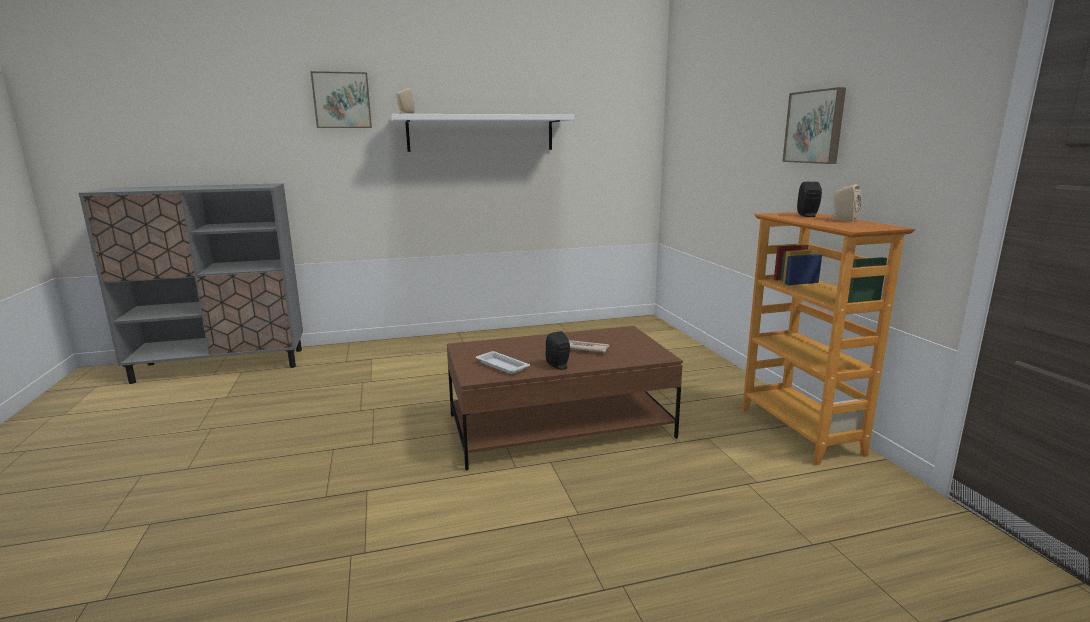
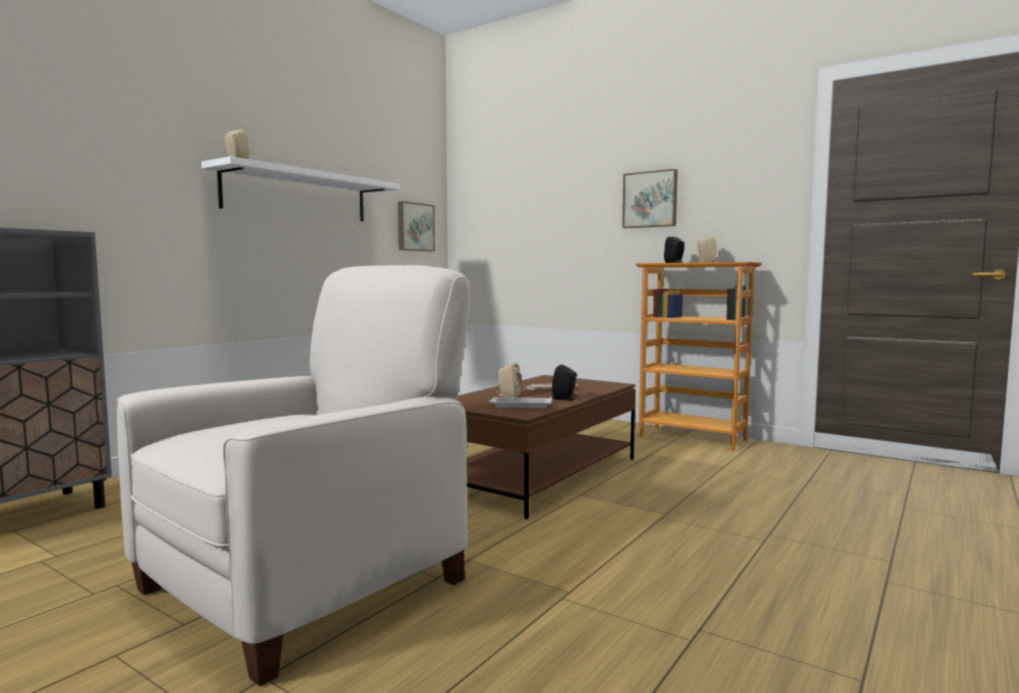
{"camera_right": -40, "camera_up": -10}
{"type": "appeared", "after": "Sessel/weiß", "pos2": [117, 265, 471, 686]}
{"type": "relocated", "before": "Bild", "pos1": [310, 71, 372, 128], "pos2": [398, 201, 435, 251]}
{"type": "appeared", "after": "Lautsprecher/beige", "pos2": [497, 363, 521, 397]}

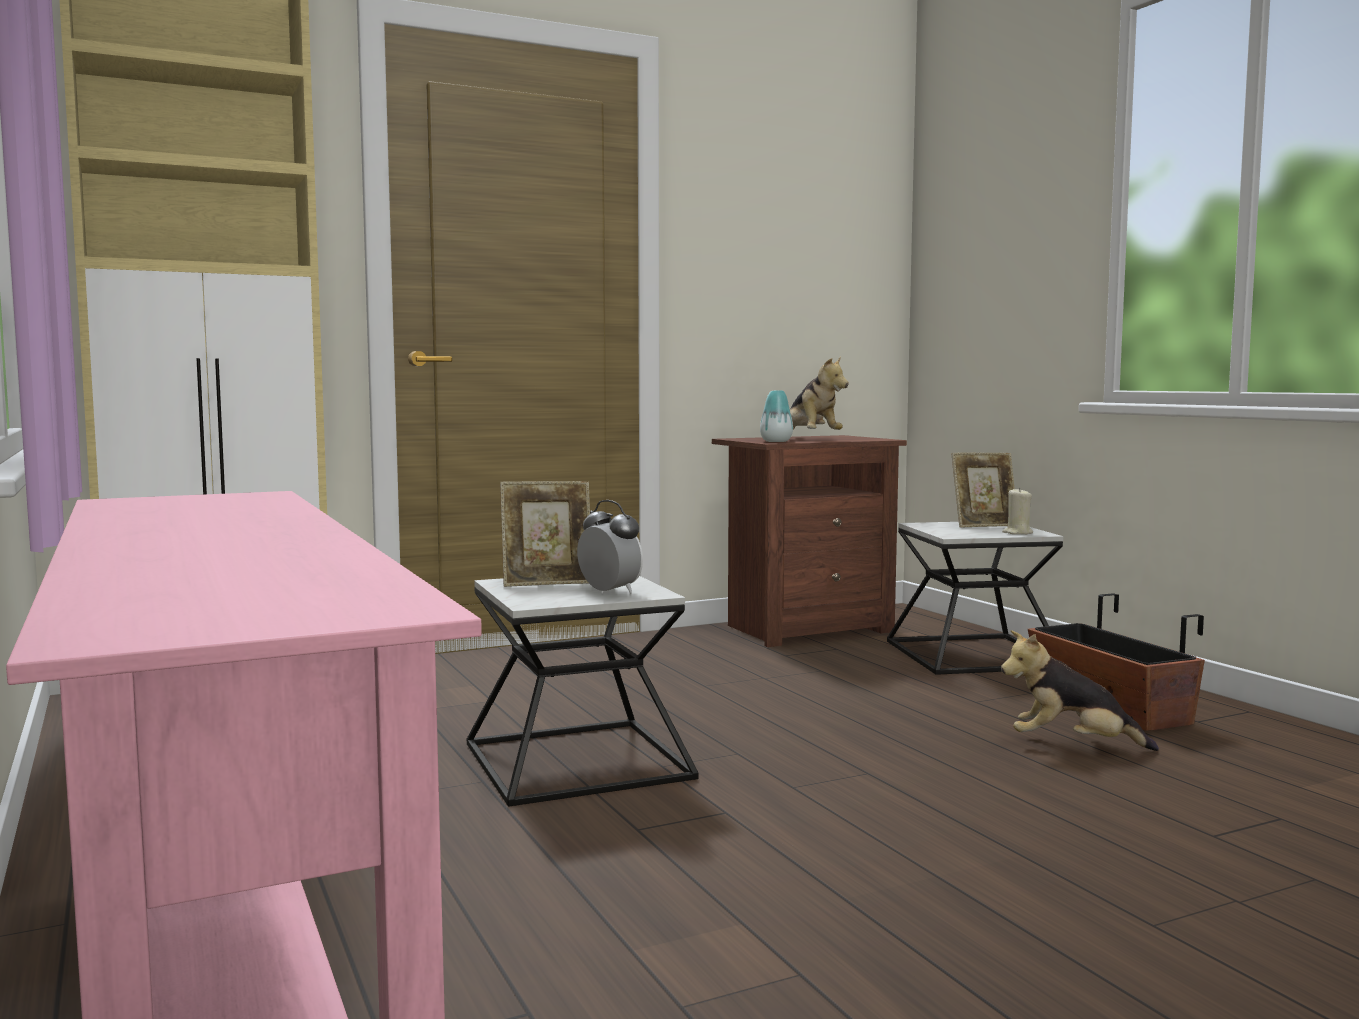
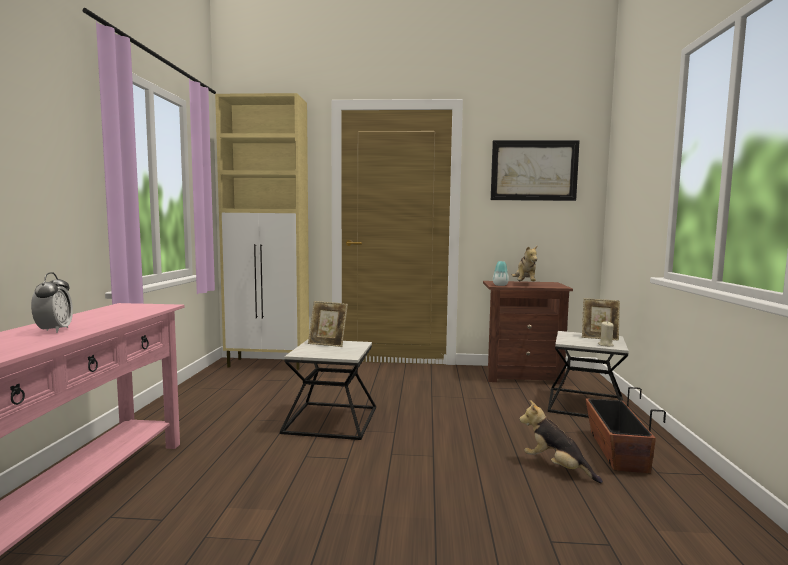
{"camera_right": 30, "camera_up": 0}
{"type": "relocated", "before": "Wecker", "pos1": [577, 500, 643, 593], "pos2": [31, 272, 73, 333]}
{"type": "appeared", "after": "Bild", "pos2": [491, 140, 580, 201]}

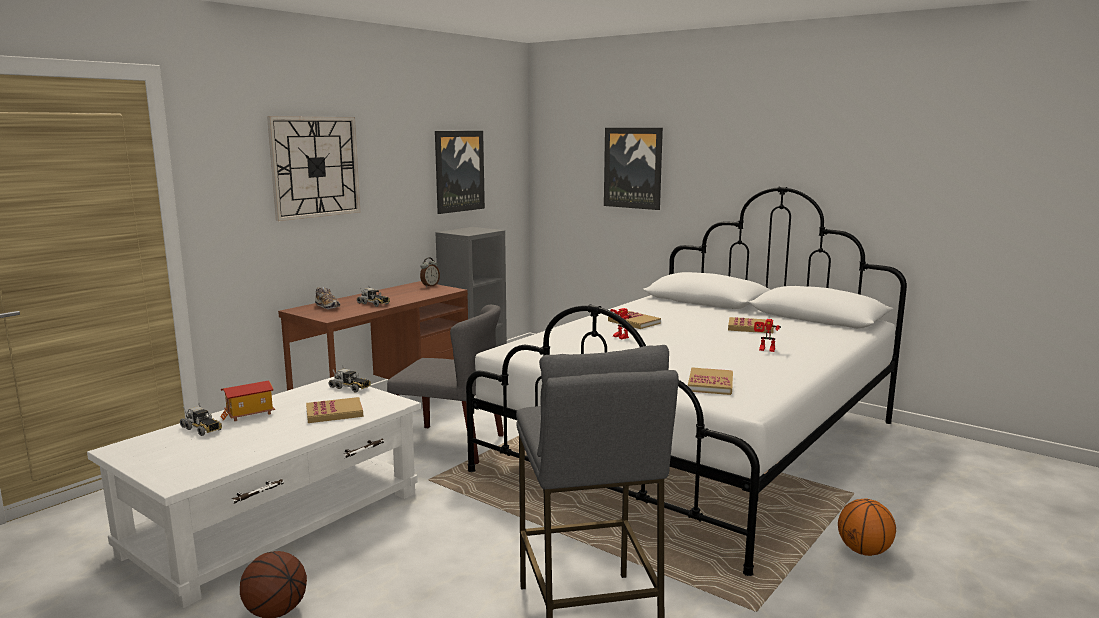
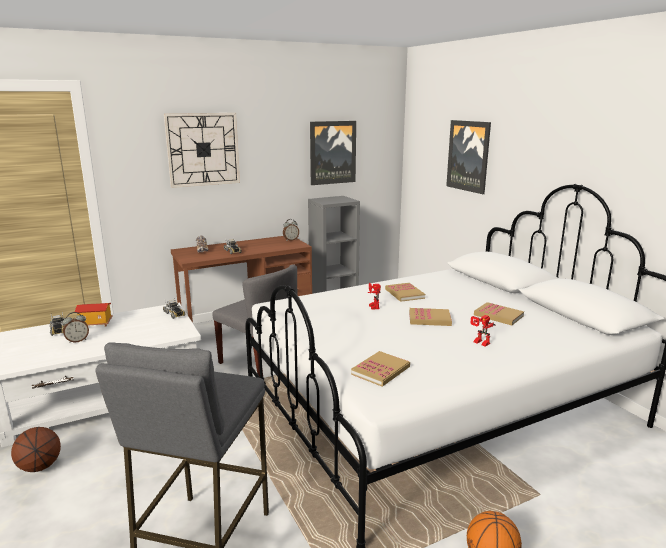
{"camera_right": 25, "camera_up": 5}
{"type": "appeared", "after": "Wecker", "pos2": [63, 312, 89, 343]}
{"type": "relocated", "before": "Buch", "pos1": [306, 397, 363, 423], "pos2": [409, 308, 452, 326]}

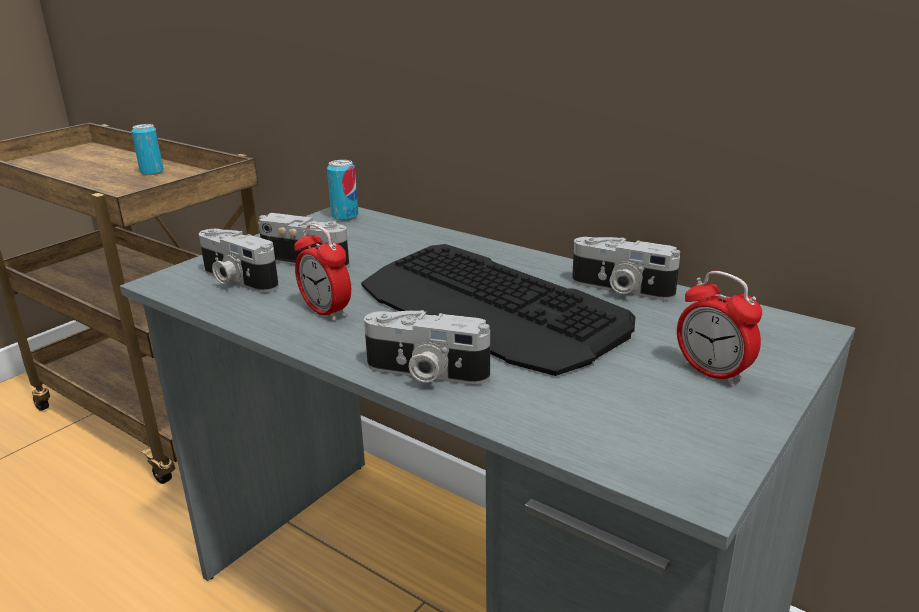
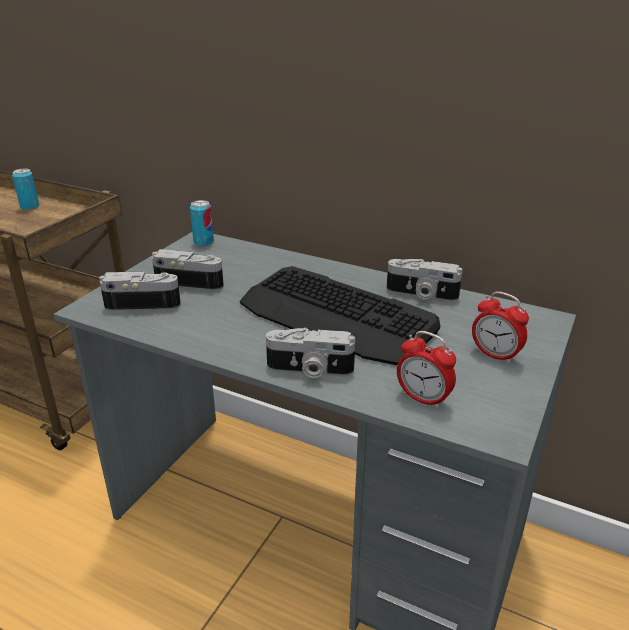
{"camera_right": -10, "camera_up": 5}
{"type": "spun", "before": "Kamera", "pos1": [199, 229, 279, 293], "pos2": [99, 272, 181, 311], "turn": 150}
{"type": "relocated", "before": "Wecker", "pos1": [294, 224, 351, 321], "pos2": [397, 331, 456, 409]}

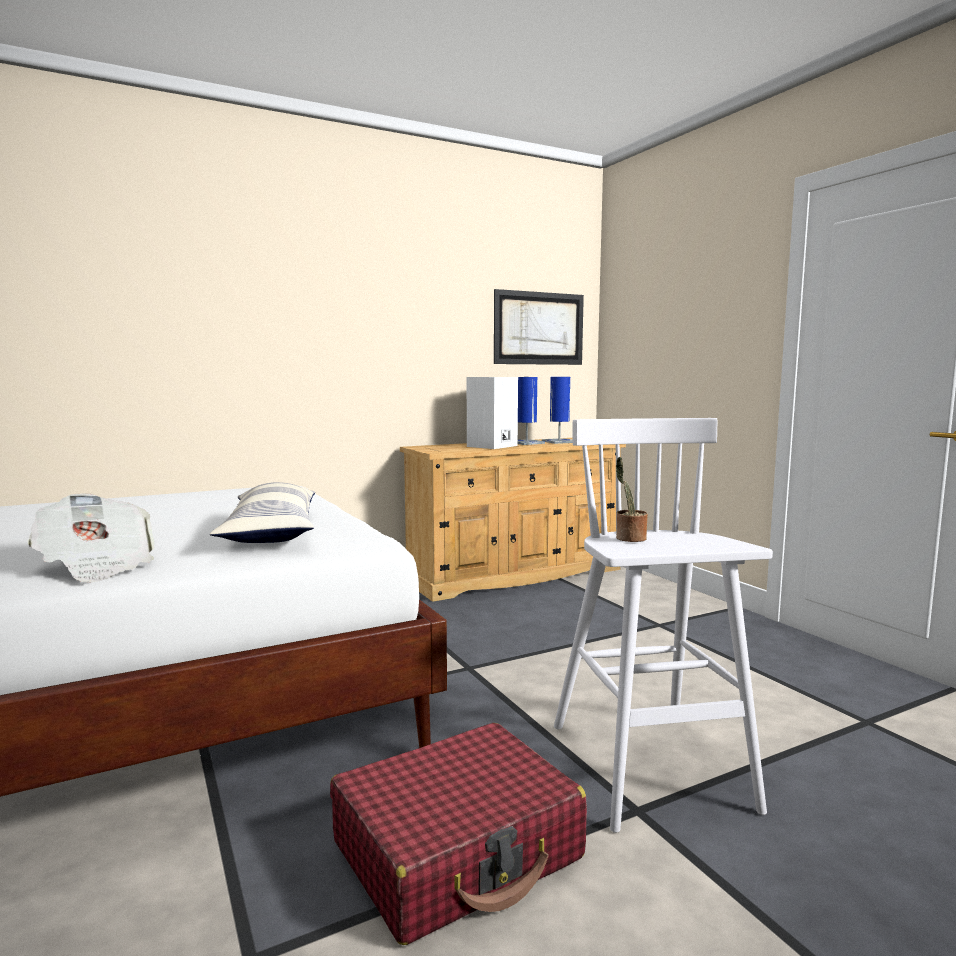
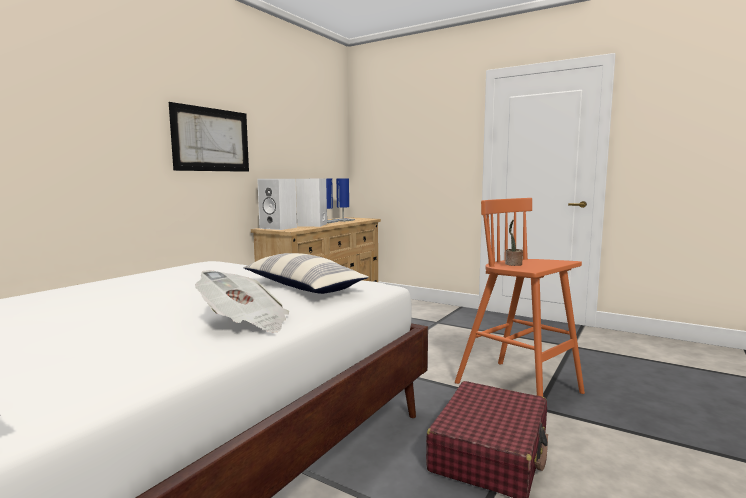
{"camera_right": -30, "camera_up": 0}
{"type": "relocated", "before": "Bild", "pos1": [494, 289, 584, 365], "pos2": [169, 102, 249, 172]}
{"type": "appeared", "after": "Lautsprecher/weiß", "pos2": [257, 179, 297, 230]}
{"type": "colour", "before": "Hocker/weiß", "after": "Hocker/orange", "pos1": [554, 418, 773, 833], "pos2": [455, 198, 585, 397]}

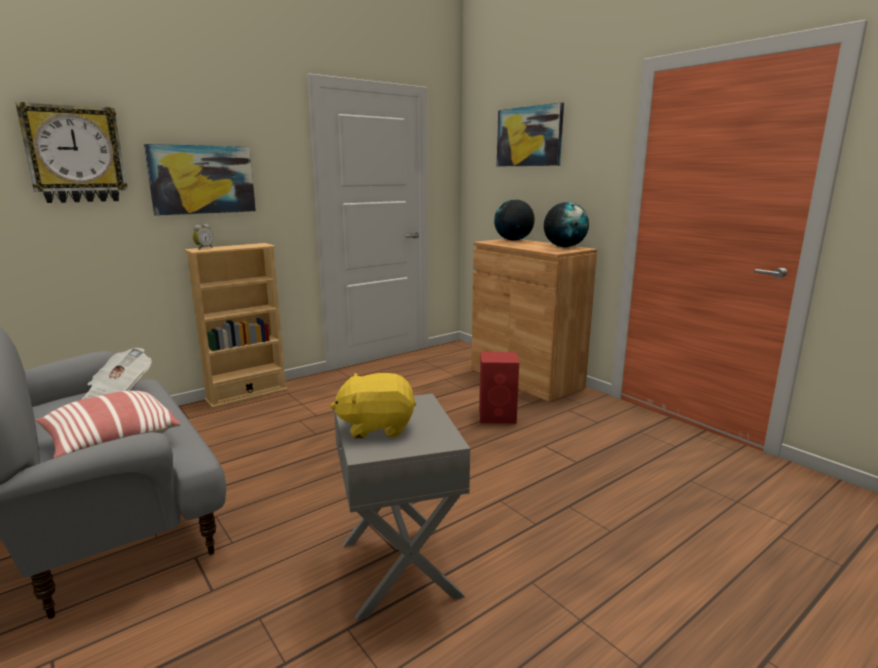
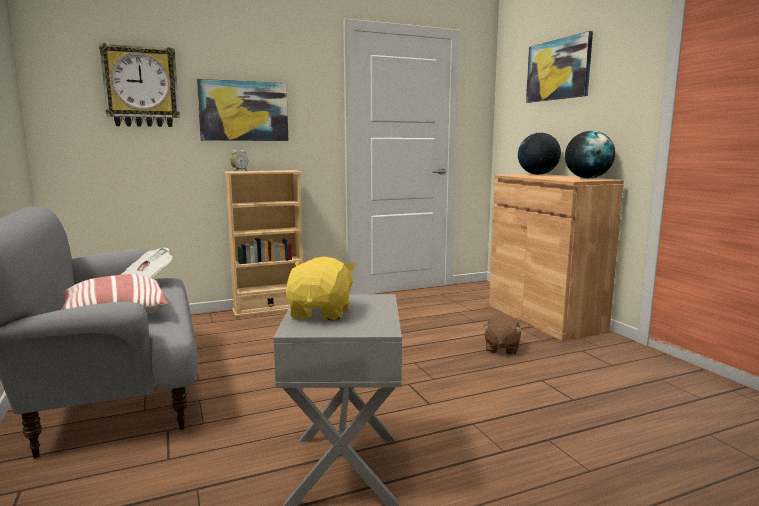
{"camera_right": 15, "camera_up": -5}
{"type": "spun", "before": "Plüschtier/gelb", "pos1": [330, 373, 416, 439], "pos2": [286, 256, 356, 320], "turn": 90}
{"type": "exchanged", "before": "Lautsprecher/rot", "after": "Plüschtier/braun", "pos1": [479, 352, 519, 424], "pos2": [483, 315, 522, 355]}

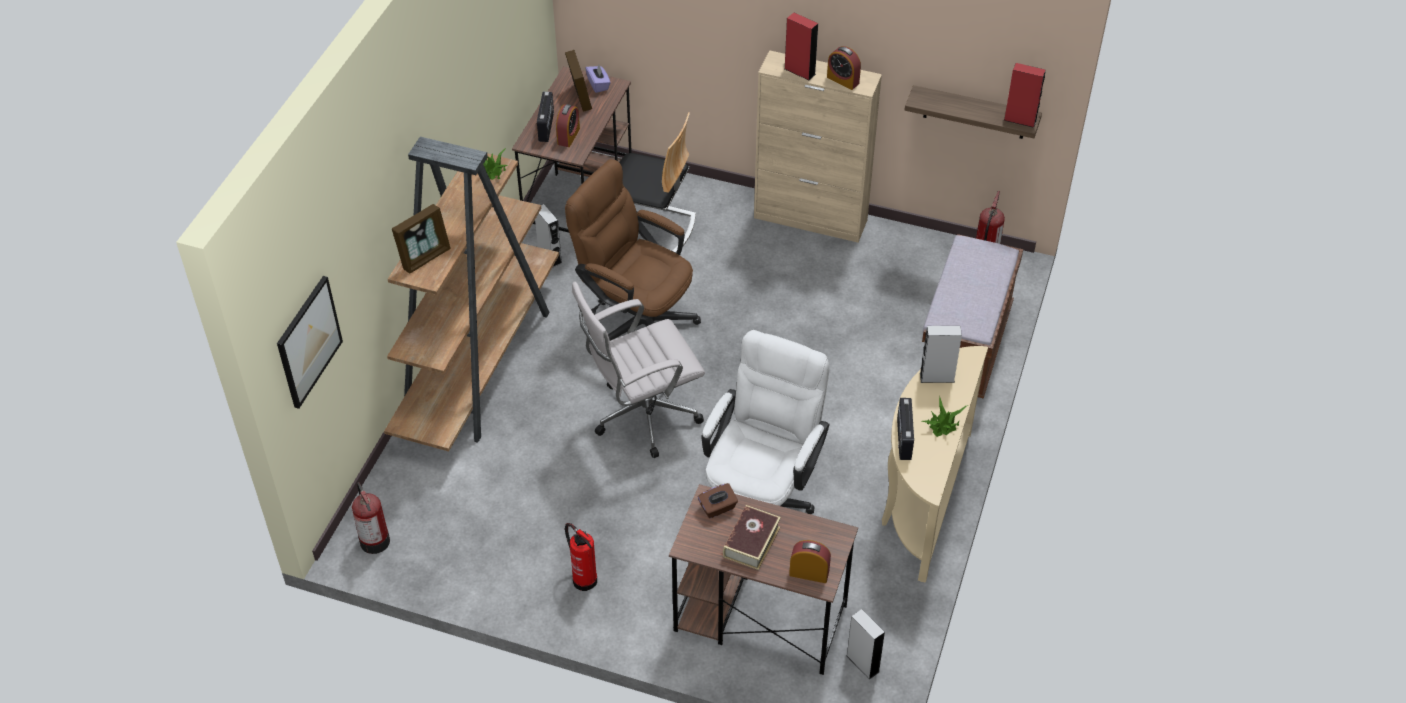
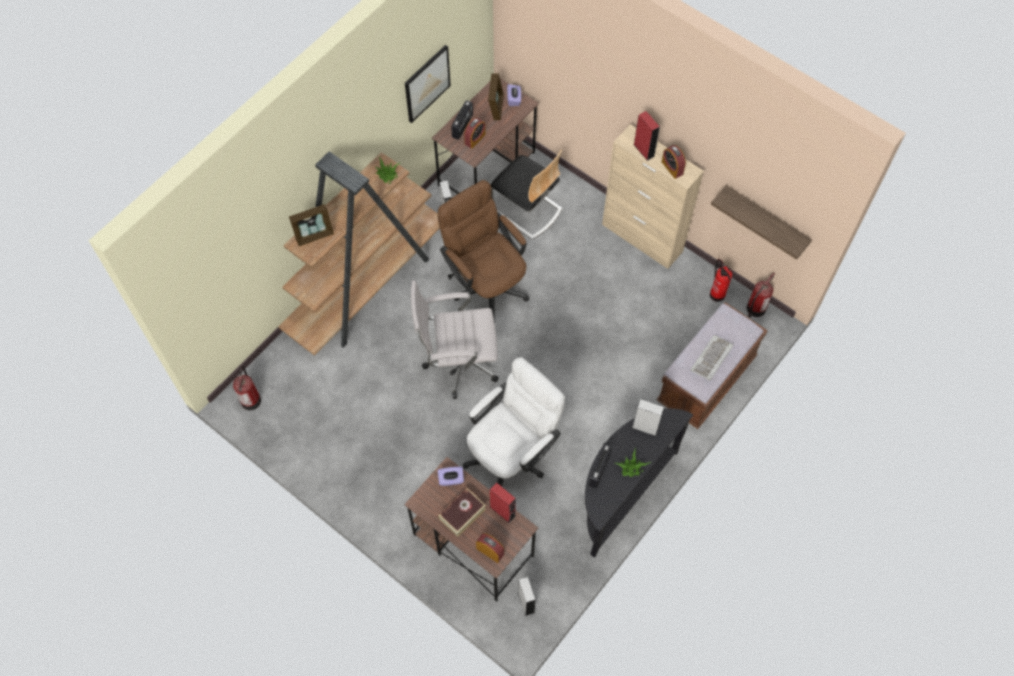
{"camera_right": 20, "camera_up": 15}
{"type": "relocated", "before": "Bild", "pos1": [277, 276, 343, 409], "pos2": [405, 45, 451, 123]}
{"type": "colour", "before": "Taschentuchbox/braun", "after": "Taschentuchbox/lila", "pos1": [698, 483, 738, 518], "pos2": [438, 467, 464, 486]}
{"type": "relocated", "before": "Lautsprecher/rot", "pos1": [1004, 63, 1046, 128], "pos2": [490, 482, 516, 523]}
{"type": "colour", "before": "Konsolentisch/beige", "after": "Konsolentisch/schwarz", "pos1": [882, 346, 988, 583], "pos2": [585, 408, 693, 558]}
{"type": "appeared", "after": "Tastatur", "pos2": [690, 335, 734, 381]}
{"type": "relocated", "before": "Feuerlöscher", "pos1": [565, 523, 597, 591], "pos2": [710, 259, 732, 302]}

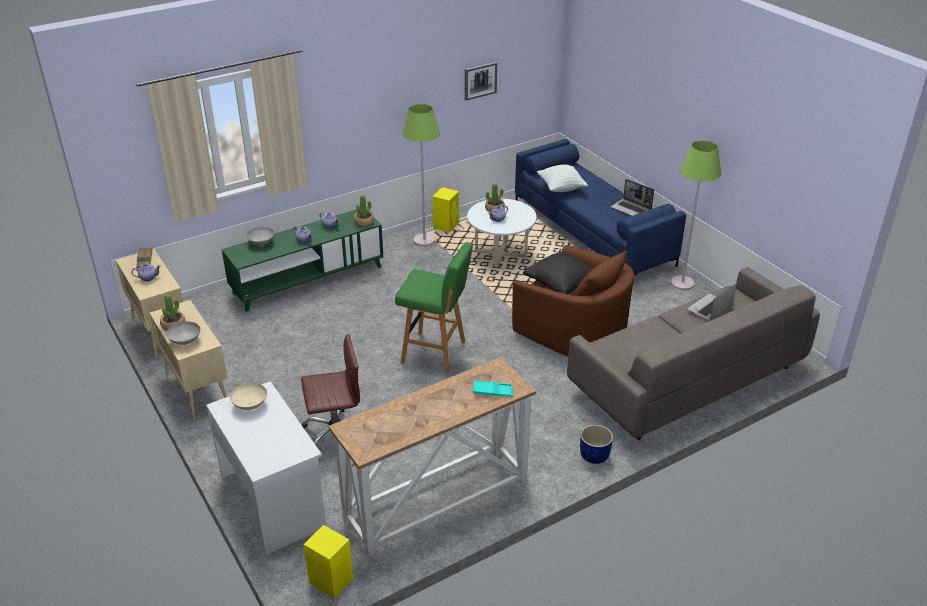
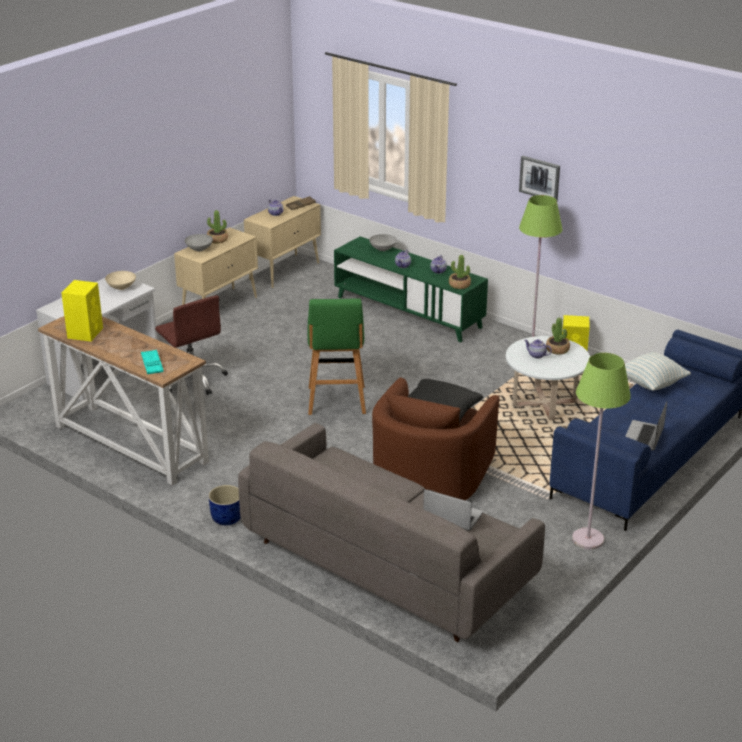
{"camera_right": 70, "camera_up": -5}
{"type": "relocated", "before": "Lautsprecher/gelb", "pos1": [304, 525, 353, 599], "pos2": [61, 280, 103, 342]}
{"type": "relocated", "before": "Bild", "pos1": [465, 62, 497, 100], "pos2": [519, 156, 560, 201]}

